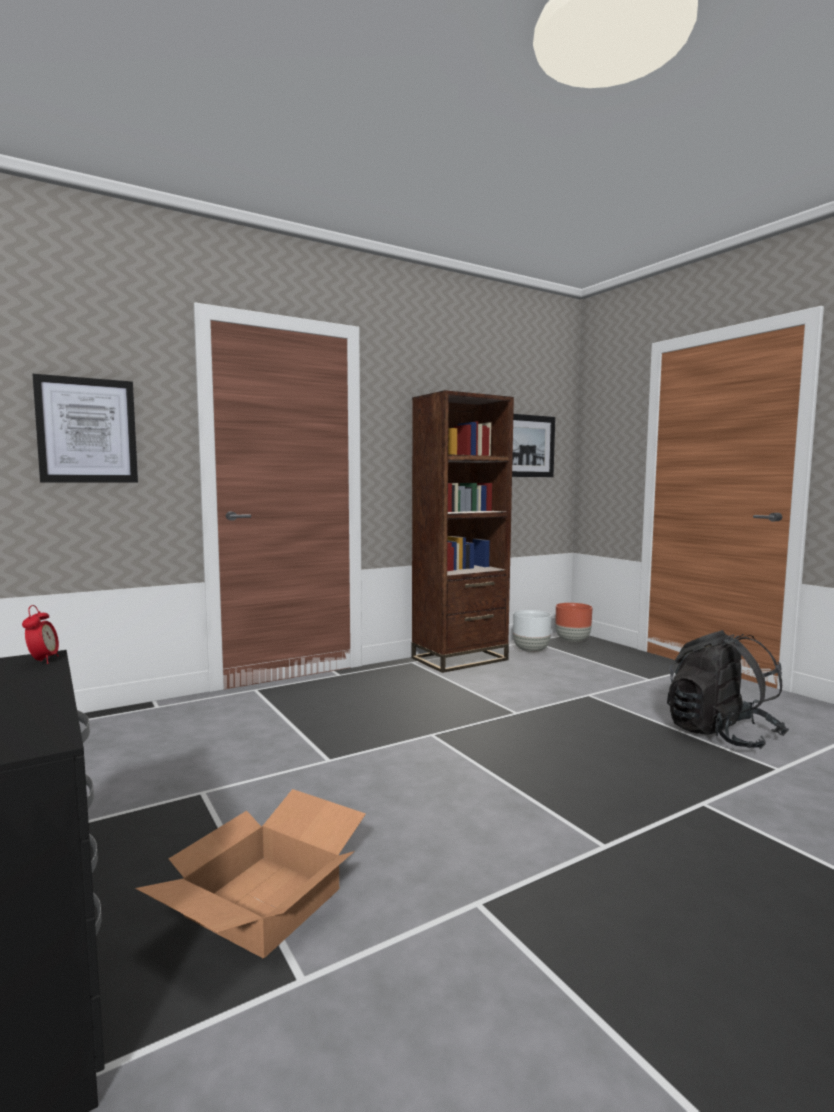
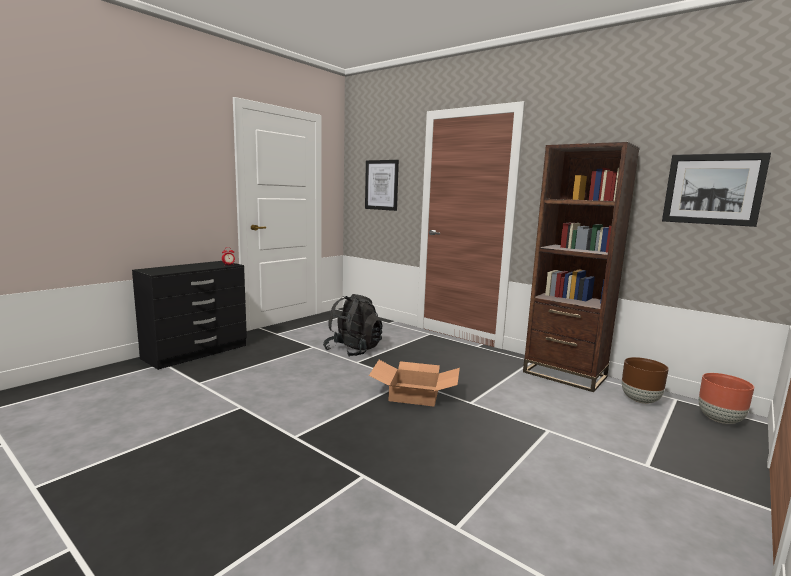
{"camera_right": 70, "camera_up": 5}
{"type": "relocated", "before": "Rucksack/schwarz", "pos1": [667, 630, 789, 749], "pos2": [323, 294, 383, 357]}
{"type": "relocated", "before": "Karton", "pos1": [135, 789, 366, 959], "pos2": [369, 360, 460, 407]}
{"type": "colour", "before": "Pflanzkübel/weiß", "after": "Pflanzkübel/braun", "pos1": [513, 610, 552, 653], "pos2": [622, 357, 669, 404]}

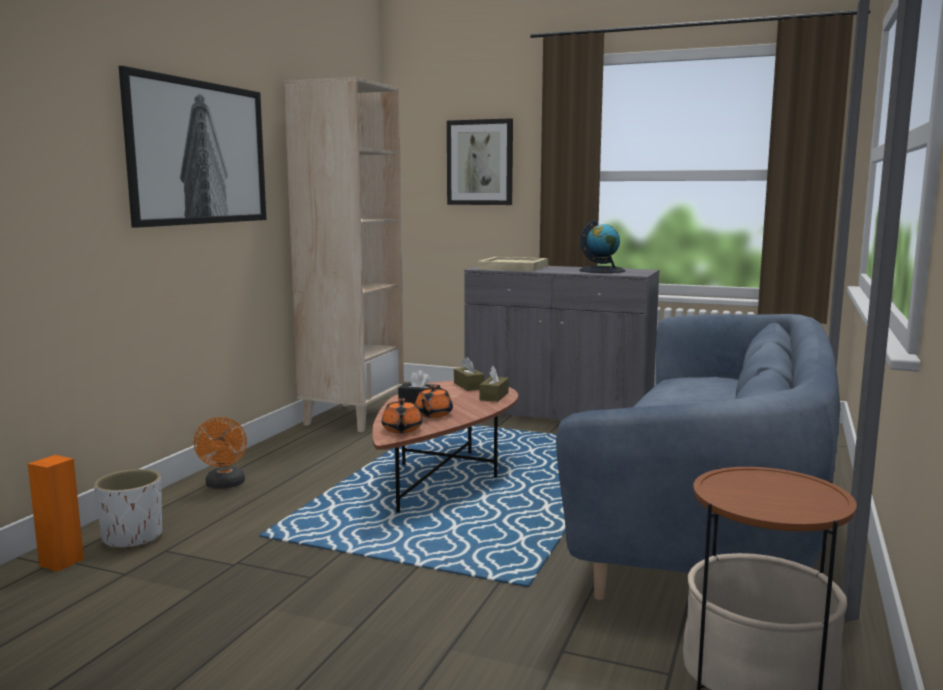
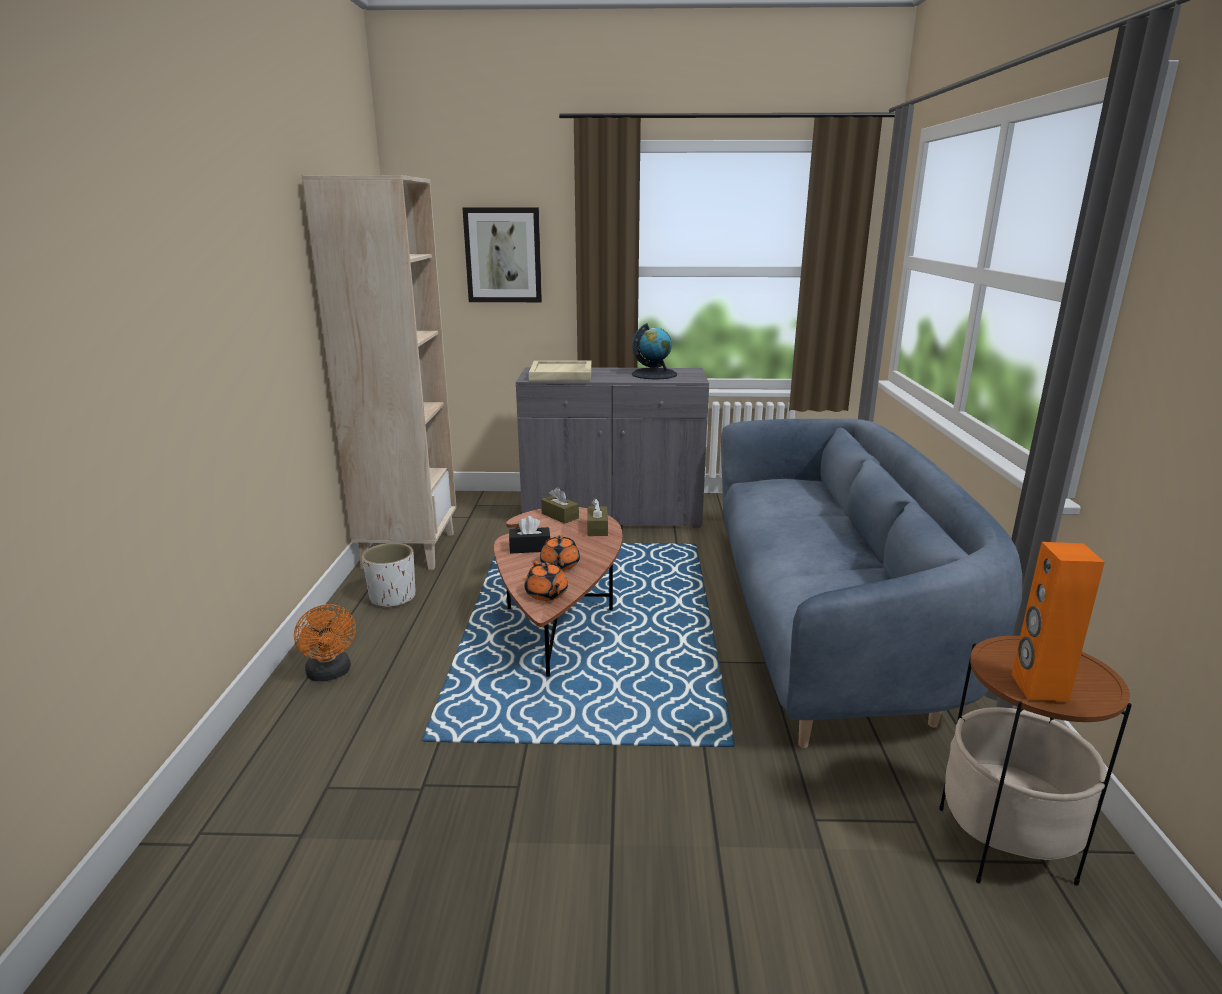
{"camera_right": -20, "camera_up": 10}
{"type": "relocated", "before": "Pflanzkübel/weiß", "pos1": [94, 469, 162, 549], "pos2": [362, 543, 416, 609]}
{"type": "relocated", "before": "Lautsprecher/orange", "pos1": [28, 455, 84, 572], "pos2": [1011, 542, 1105, 702]}
{"type": "missing", "before": "Bild", "pos1": [119, 66, 266, 228]}

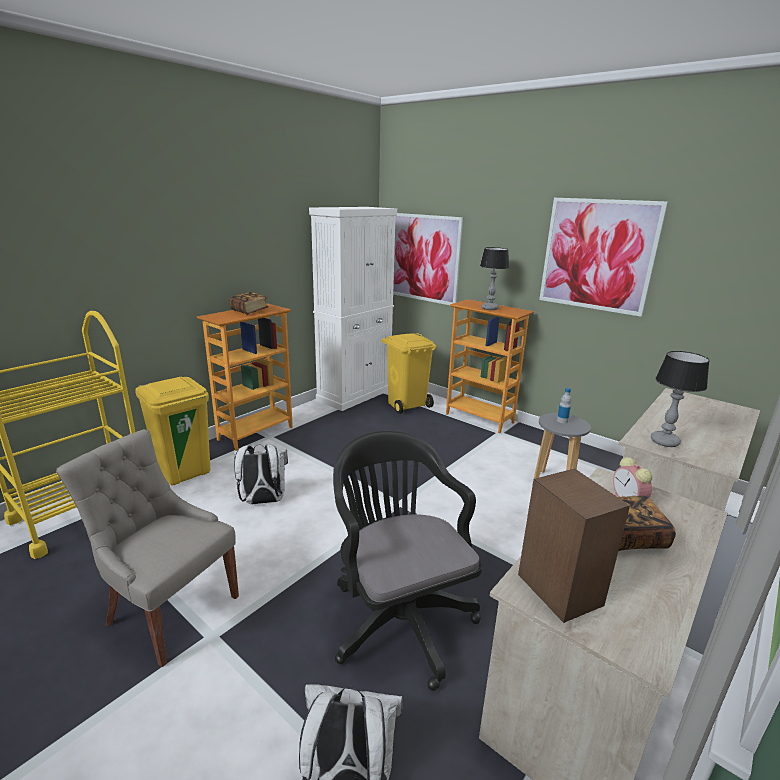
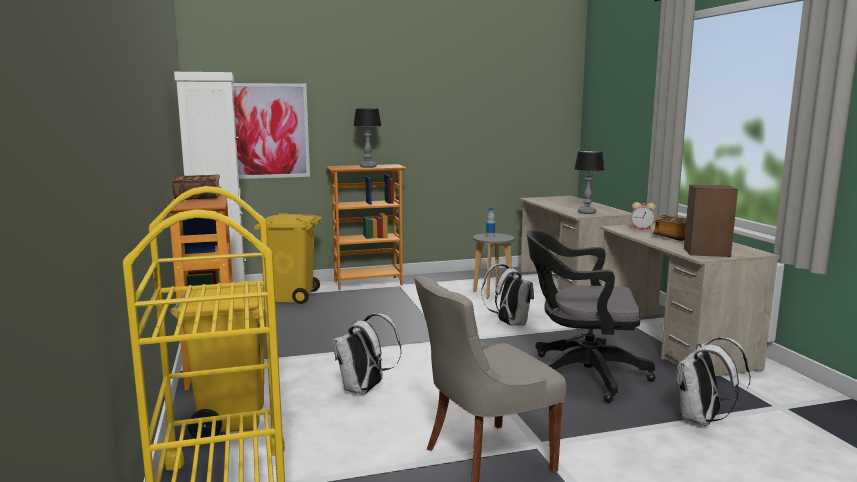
{"camera_right": -55, "camera_up": -10}
{"type": "appeared", "after": "Rucksack/weiß", "pos2": [481, 264, 534, 326]}
{"type": "missing", "before": "Bild", "pos1": [539, 198, 668, 317]}

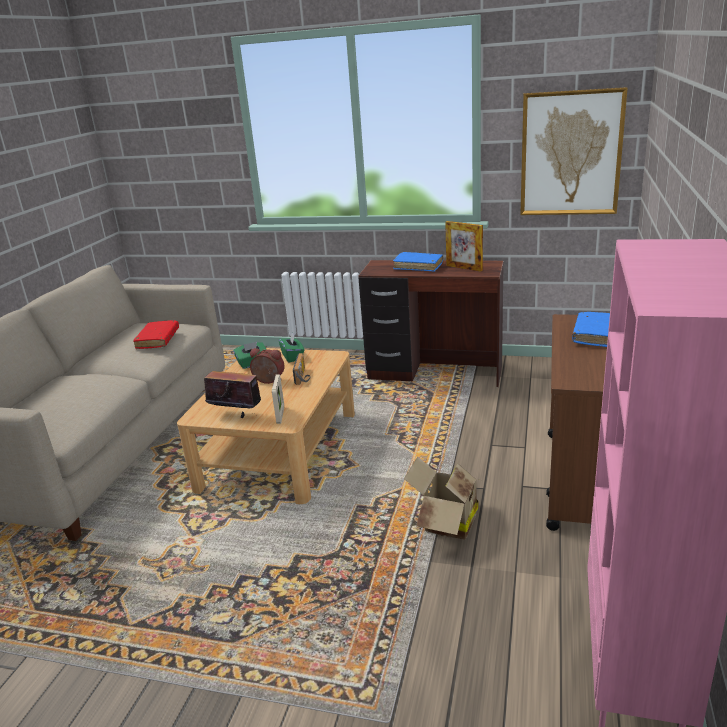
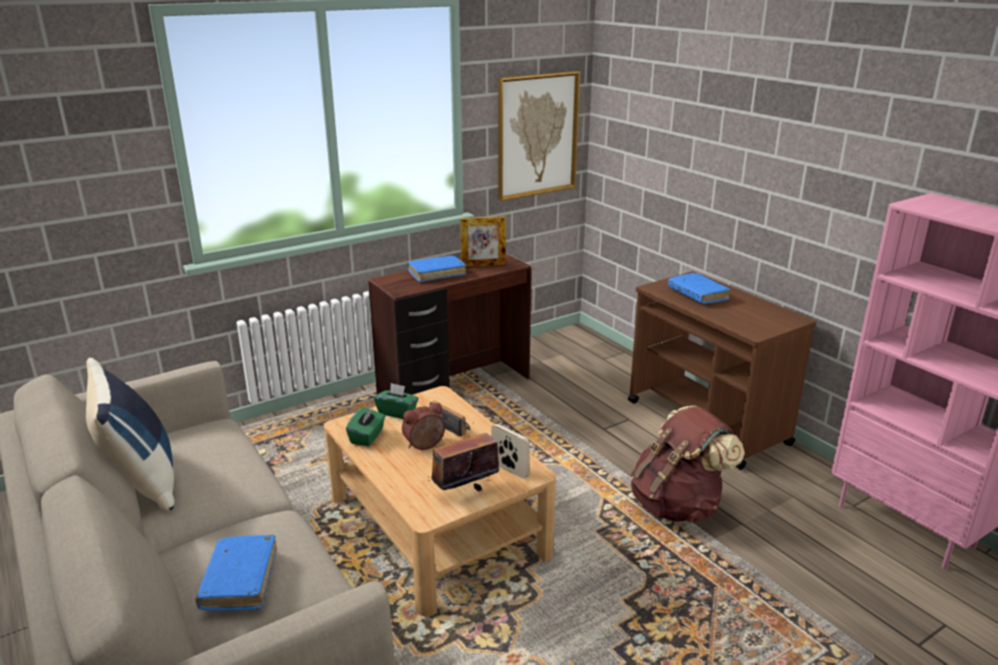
{"camera_right": -50, "camera_up": 0}
{"type": "appeared", "after": "Kissen/blau", "pos2": [86, 358, 175, 511]}
{"type": "appeared", "after": "Buch/blau", "pos2": [195, 535, 277, 611]}
{"type": "exchanged", "before": "Karton", "after": "Rucksack/braun", "pos1": [404, 457, 479, 540], "pos2": [630, 406, 745, 523]}
{"type": "missing", "before": "Buch/rot", "pos1": [133, 320, 179, 349]}

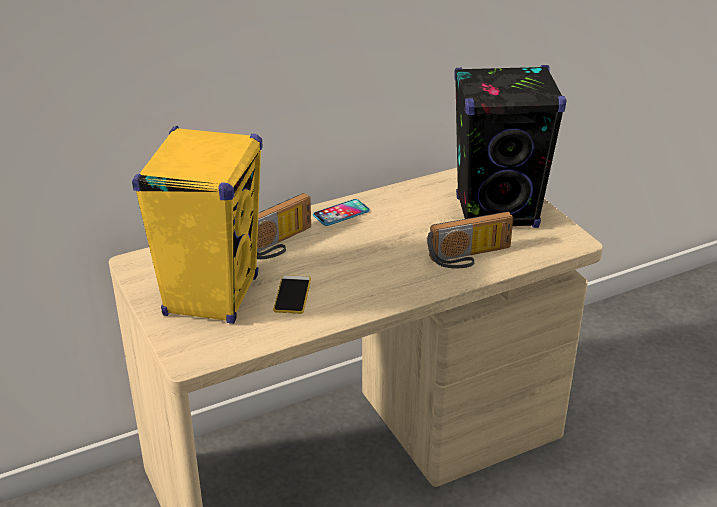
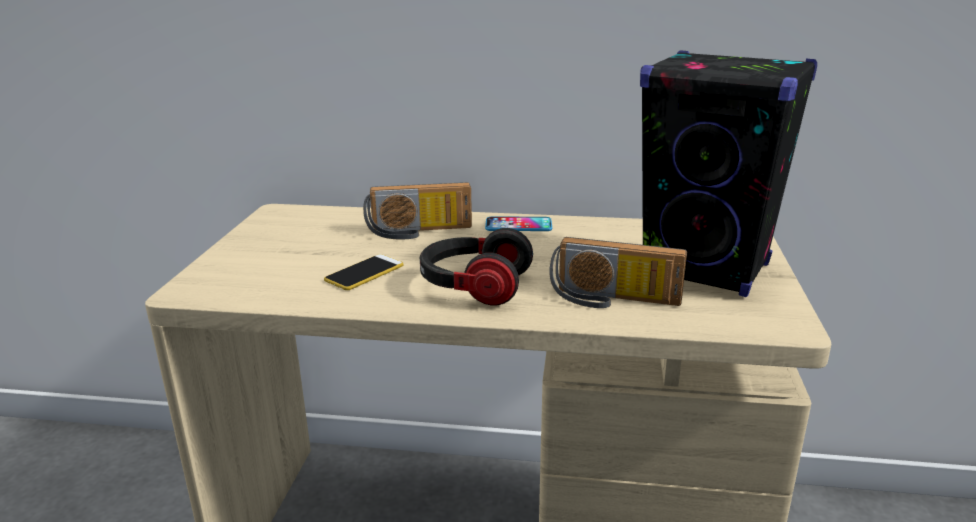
{"camera_right": 35, "camera_up": -10}
{"type": "appeared", "after": "Kopfhörer", "pos2": [420, 228, 533, 305]}
{"type": "missing", "before": "Lautsprecher/gelb", "pos1": [132, 126, 262, 324]}

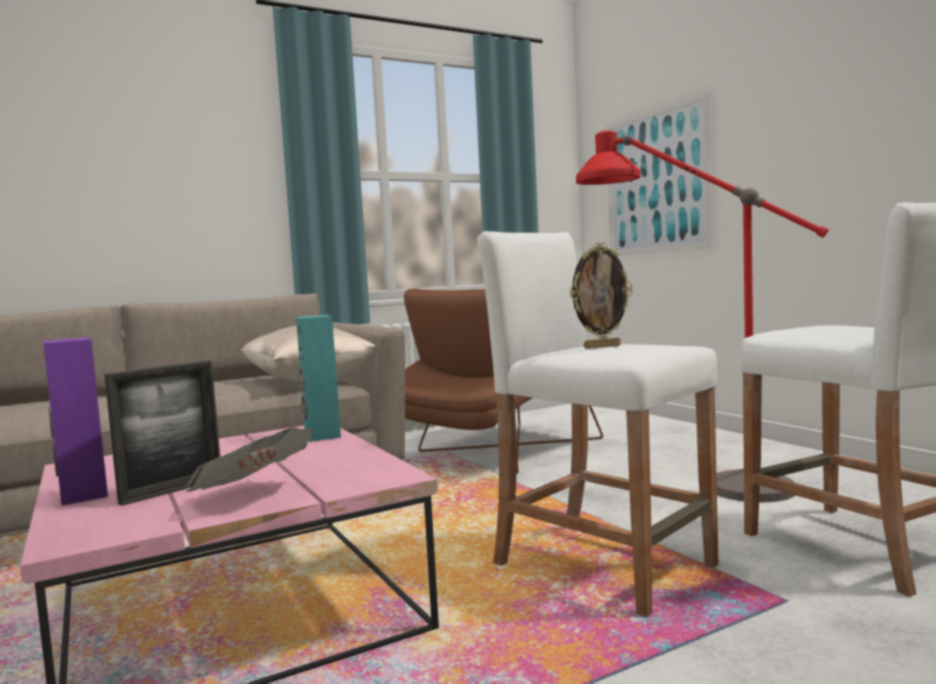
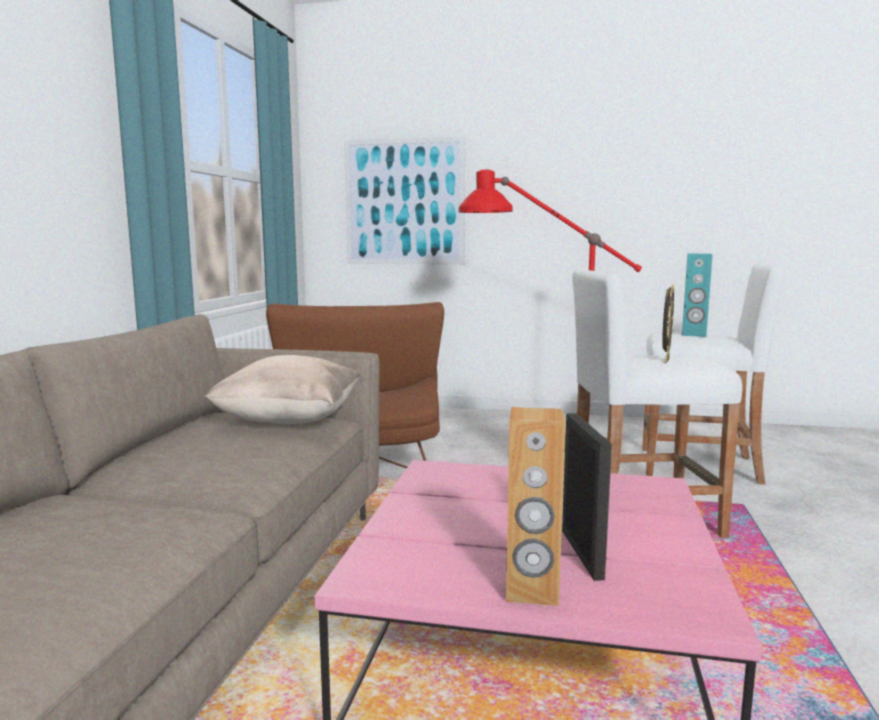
{"camera_right": -50, "camera_up": 5}
{"type": "colour", "before": "Lautsprecher/lila", "after": "Lautsprecher/braun", "pos1": [43, 337, 108, 505], "pos2": [506, 407, 566, 606]}
{"type": "relocated", "before": "Lautsprecher/türkis", "pos1": [296, 315, 341, 442], "pos2": [682, 254, 713, 337]}
{"type": "missing", "before": "Zeitung", "pos1": [186, 427, 314, 492]}

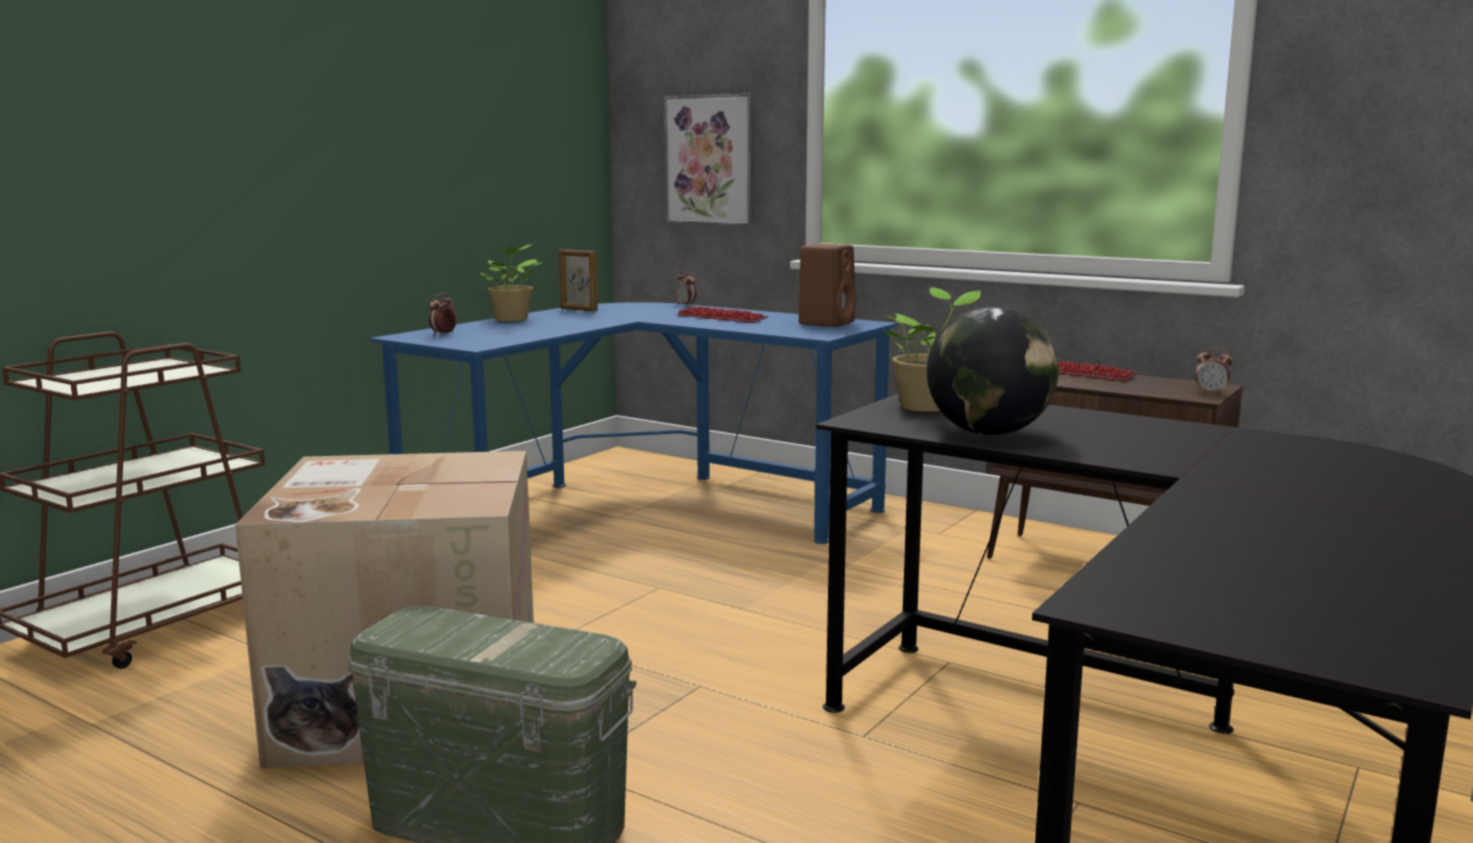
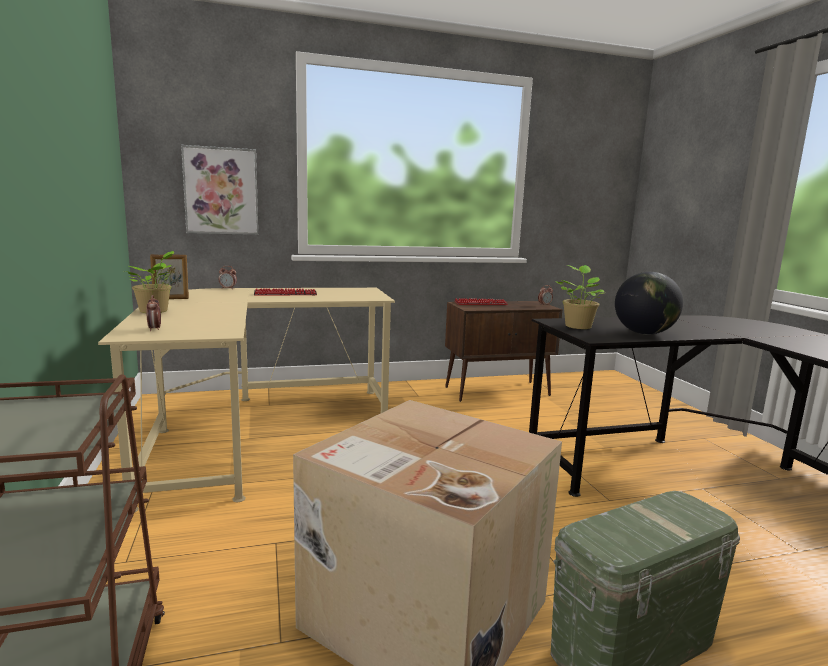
{"camera_right": -50, "camera_up": 0}
{"type": "colour", "before": "Schreibtisch/blau", "after": "Schreibtisch/beige", "pos1": [370, 302, 898, 544], "pos2": [98, 288, 395, 512]}
{"type": "missing", "before": "Lautsprecher/braun", "pos1": [799, 244, 856, 327]}

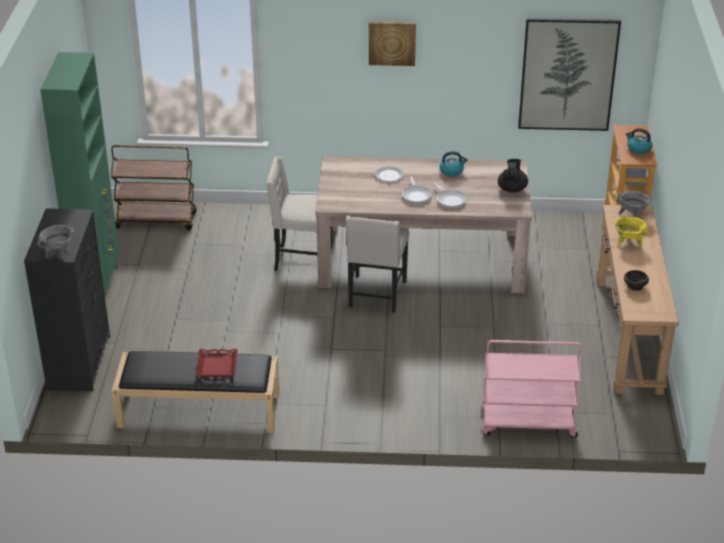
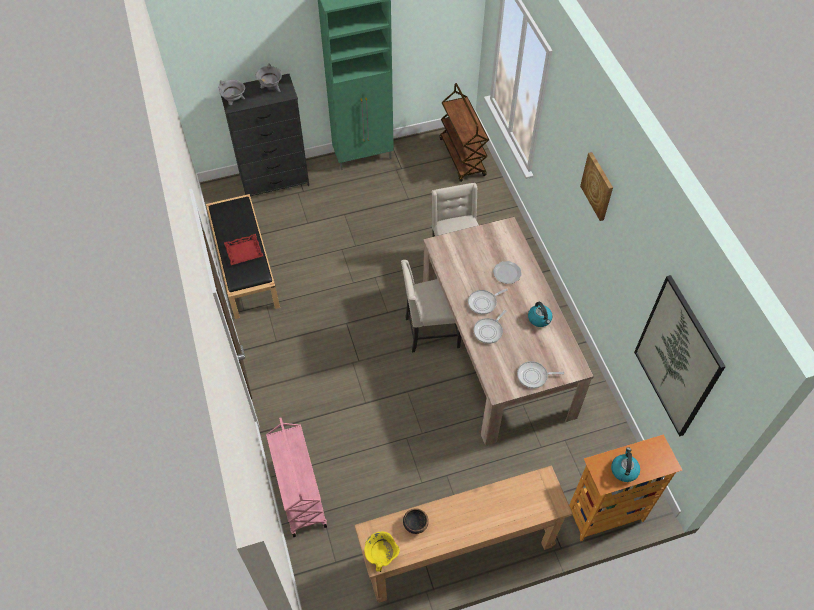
{"camera_right": 70, "camera_up": 20}
{"type": "relocated", "before": "Kochtopf/grau", "pos1": [616, 191, 651, 217], "pos2": [255, 63, 282, 92]}
{"type": "relocated", "before": "Kochtopf/gelb", "pos1": [614, 216, 648, 246], "pos2": [364, 532, 400, 572]}
{"type": "exchanged", "before": "Teekanne/schwarz", "after": "Pfanne", "pos1": [498, 159, 528, 193], "pos2": [517, 361, 564, 389]}

